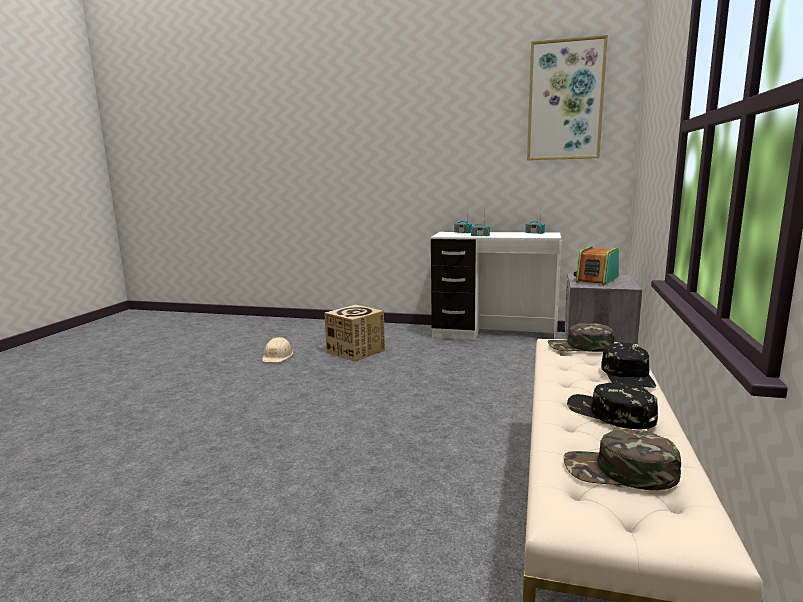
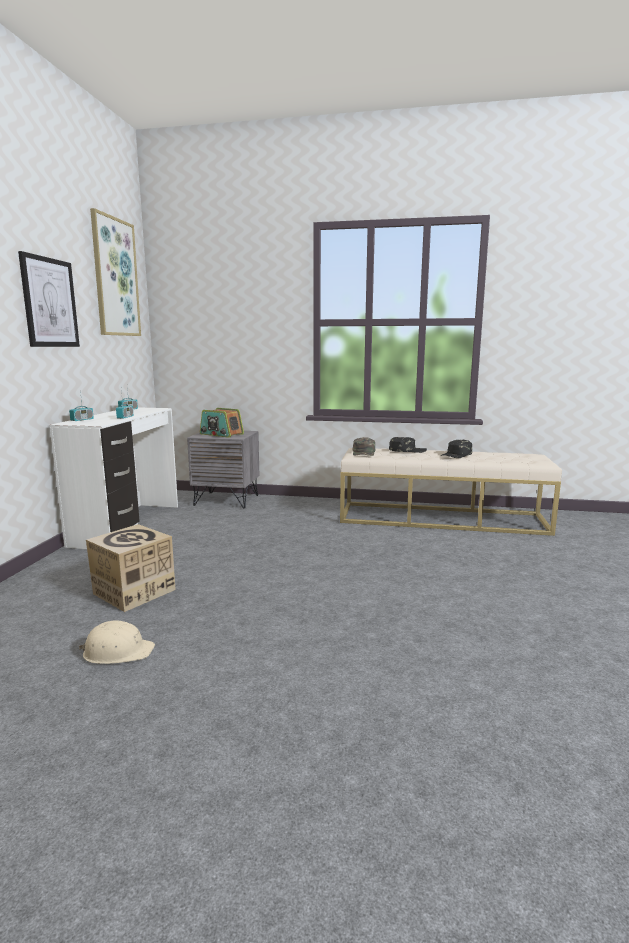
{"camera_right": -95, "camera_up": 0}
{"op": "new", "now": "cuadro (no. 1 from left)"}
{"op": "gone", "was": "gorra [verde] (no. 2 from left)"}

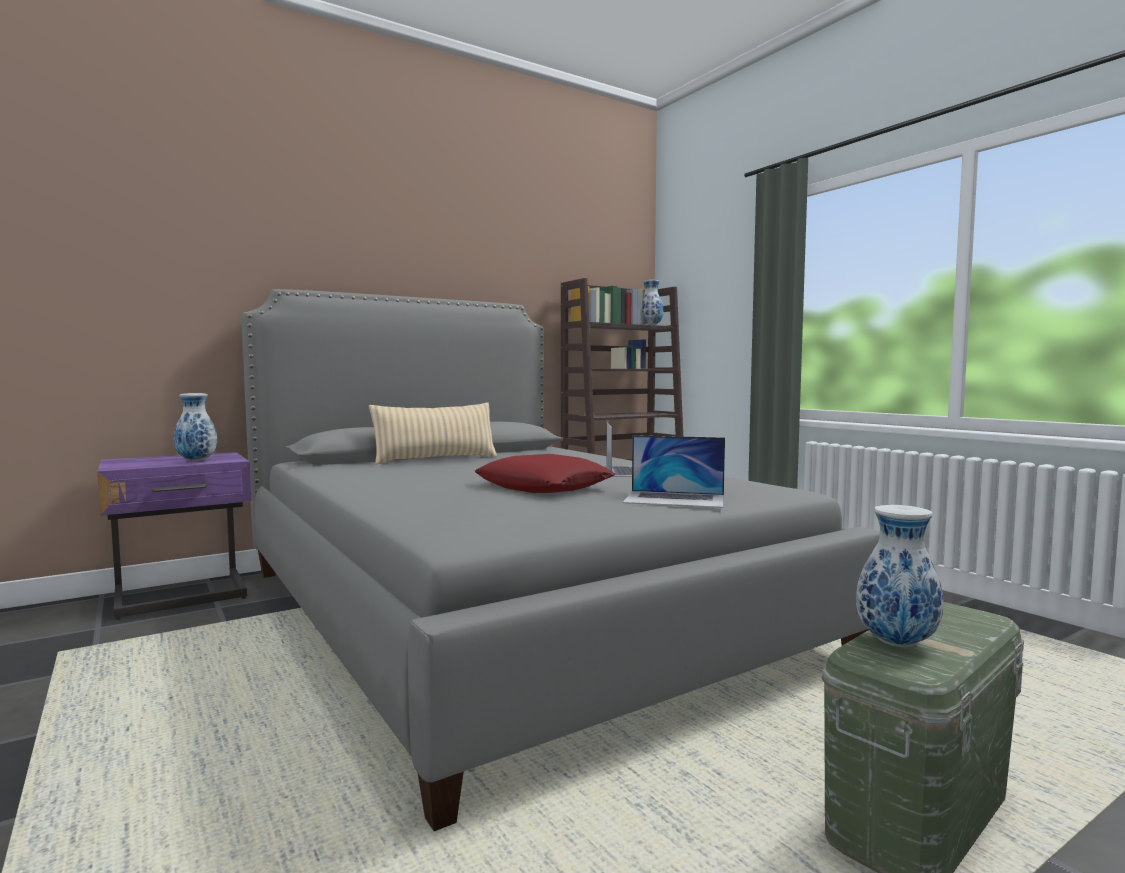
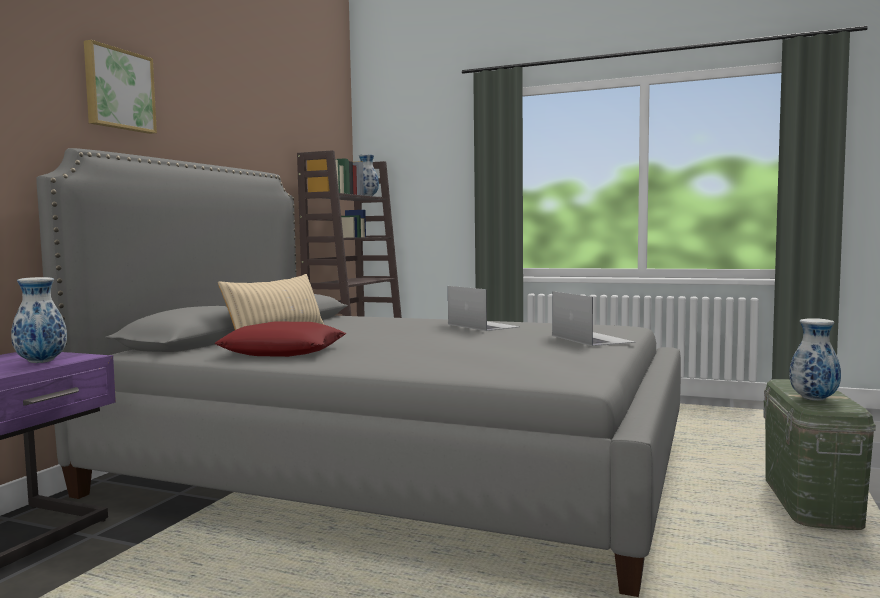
{"camera_right": -35, "camera_up": 0}
{"op": "new", "now": "cuadro"}
{"op": "shifted", "was": "cojín [rojo]"}
{"op": "rotated", "was": "portátil (no. 2 from left)", "clockwise": -90}

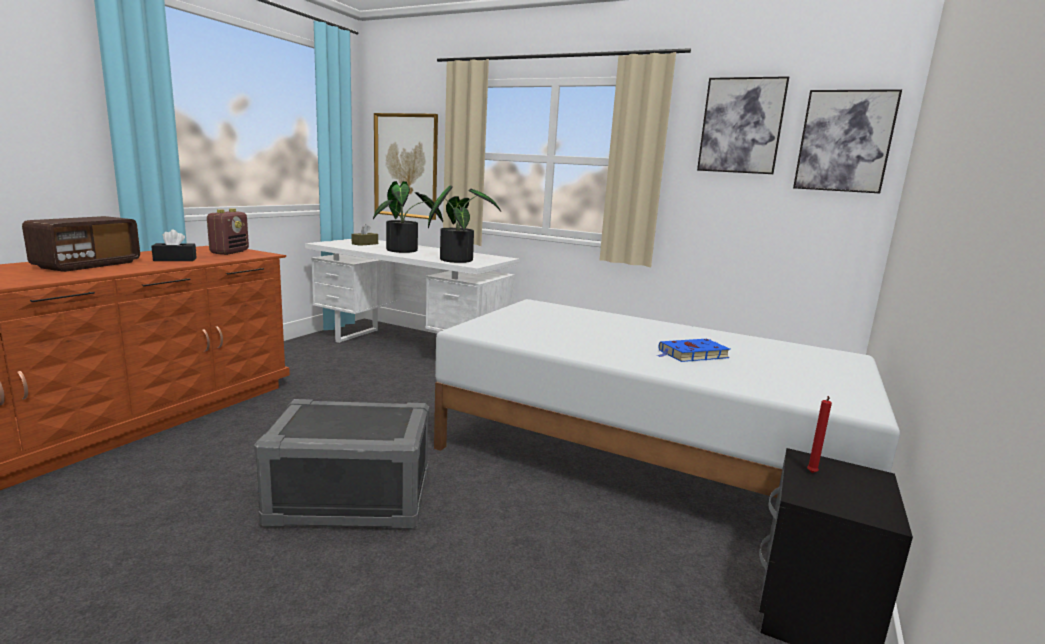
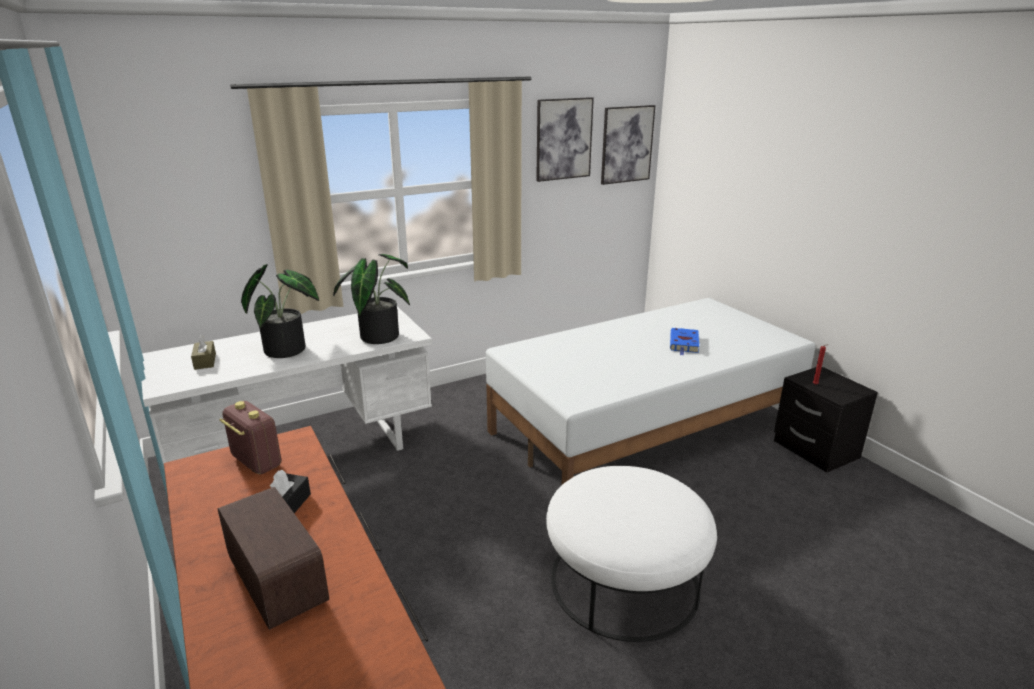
{"camera_right": -55, "camera_up": 10}
{"op": "swapped", "was": "caja de almacenaje [gris]", "now": "puf [blanco]"}
{"op": "gone", "was": "cuadro (no. 1 from left)"}

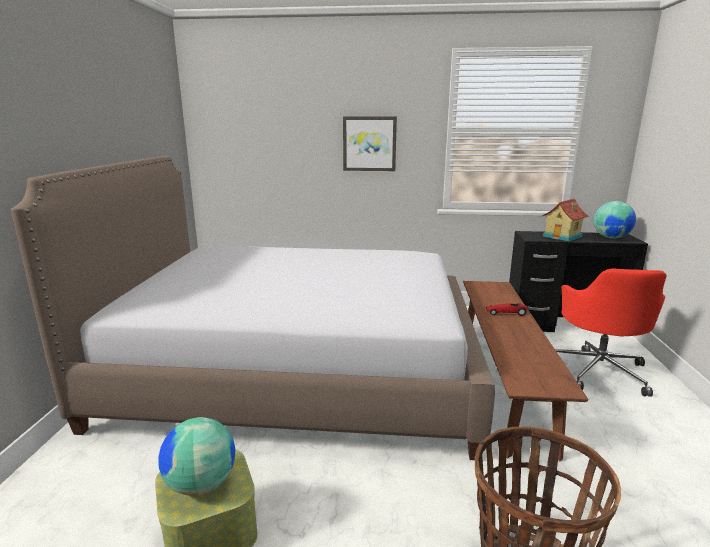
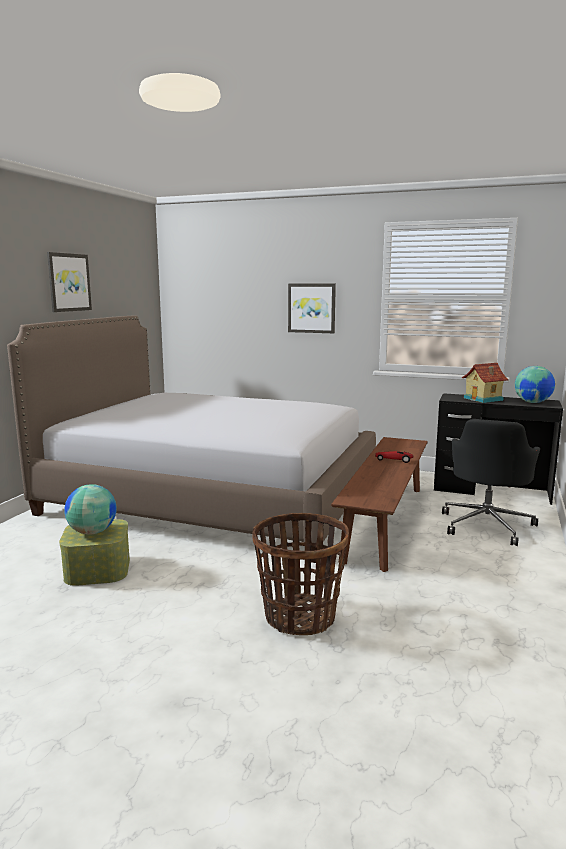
{"camera_right": 15, "camera_up": -5}
{"op": "new", "now": "cuadro (no. 1 from left)"}
{"op": "repainted", "was": "silla de oficina [rojo]", "now": "silla de oficina [negro]"}

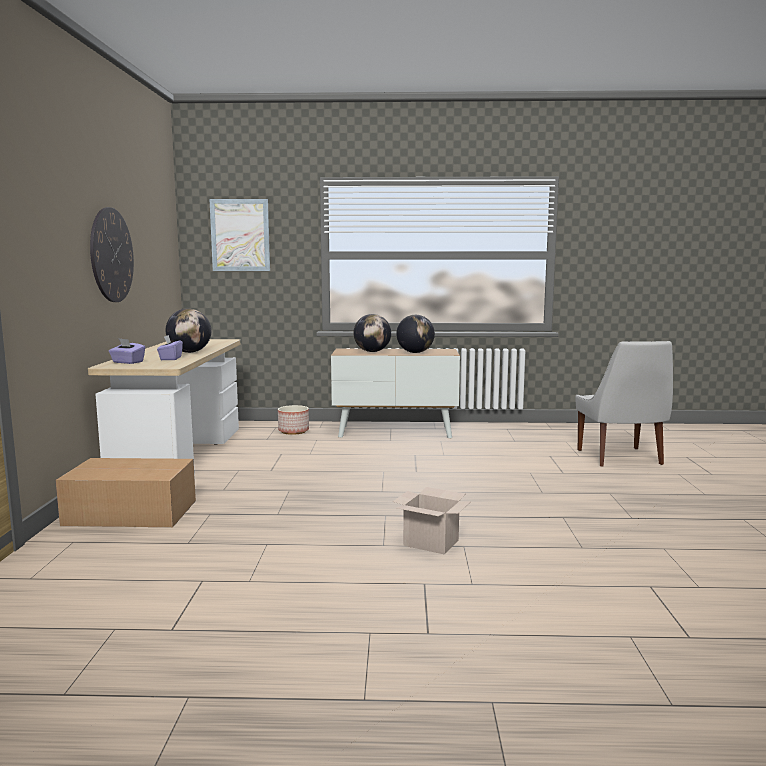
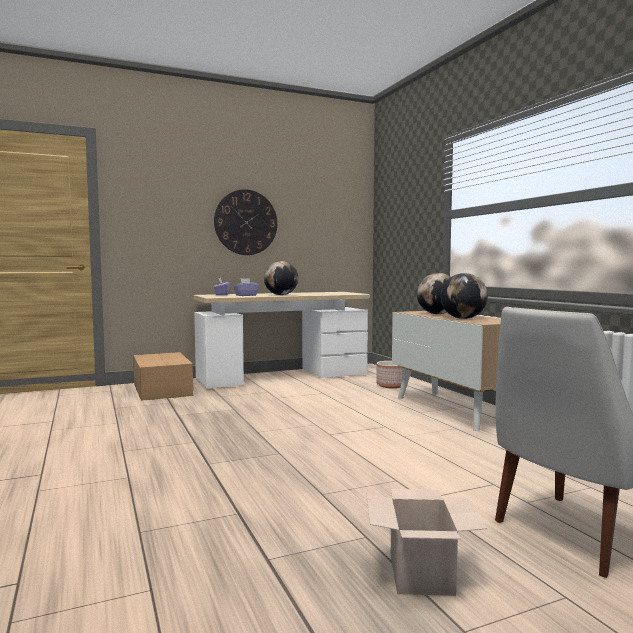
{"camera_right": 65, "camera_up": -5}
{"op": "shifted", "was": "caja de cartón (no. 2 from left)"}
{"op": "gone", "was": "cuadro"}

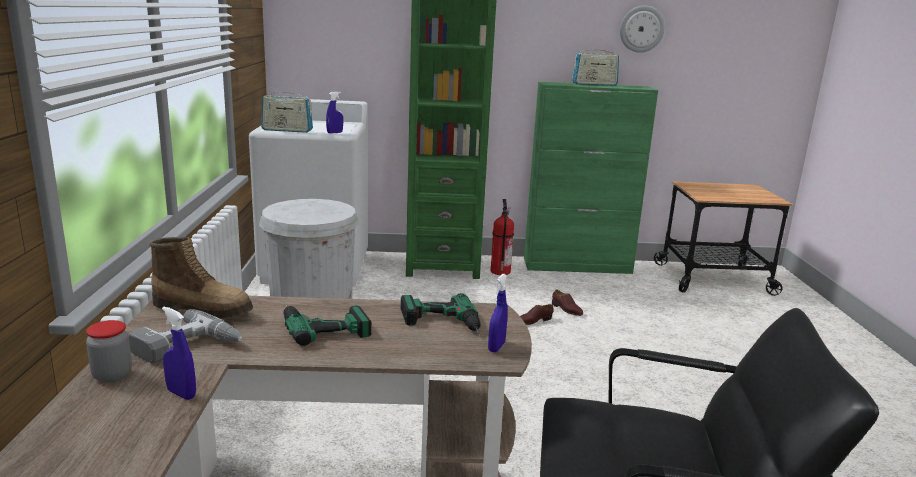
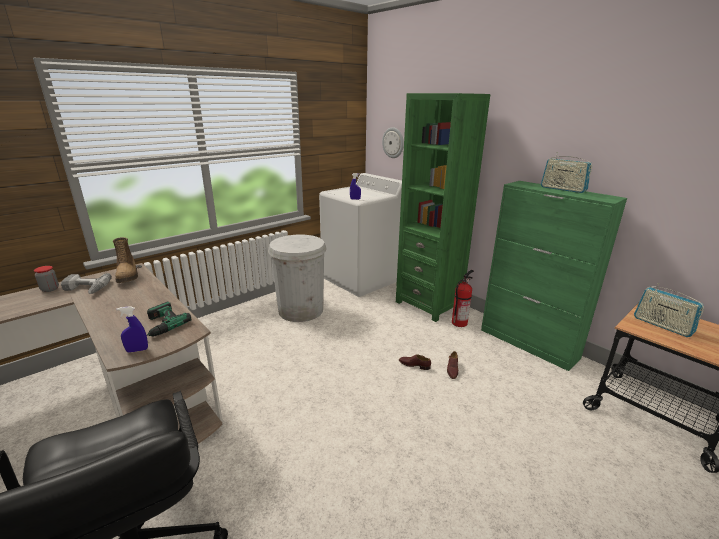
{"camera_right": 50, "camera_up": 5}
{"op": "shifted", "was": "reloj de pared"}
{"op": "shifted", "was": "radio (no. 1 from left in the first image)", "now": "radio (no. 2 from left)"}
{"op": "gone", "was": "pulverizador [azul] (no. 1 from left)"}
{"op": "gone", "was": "taladro (no. 2 from left)"}

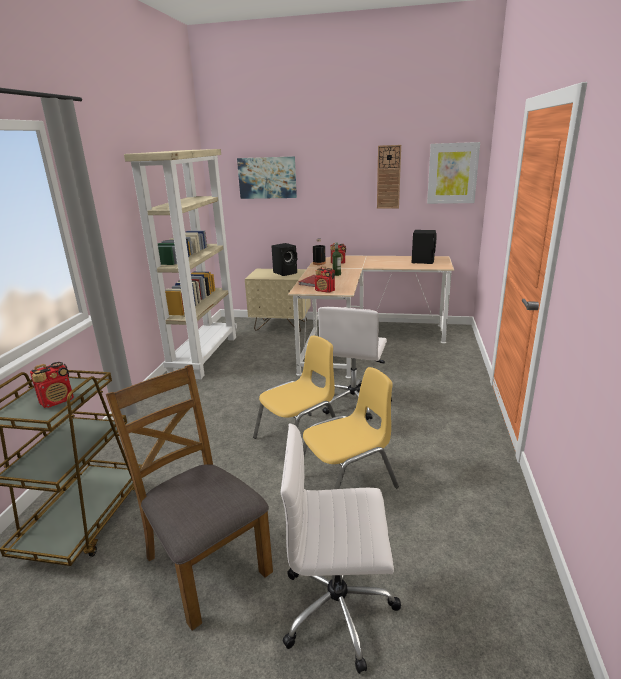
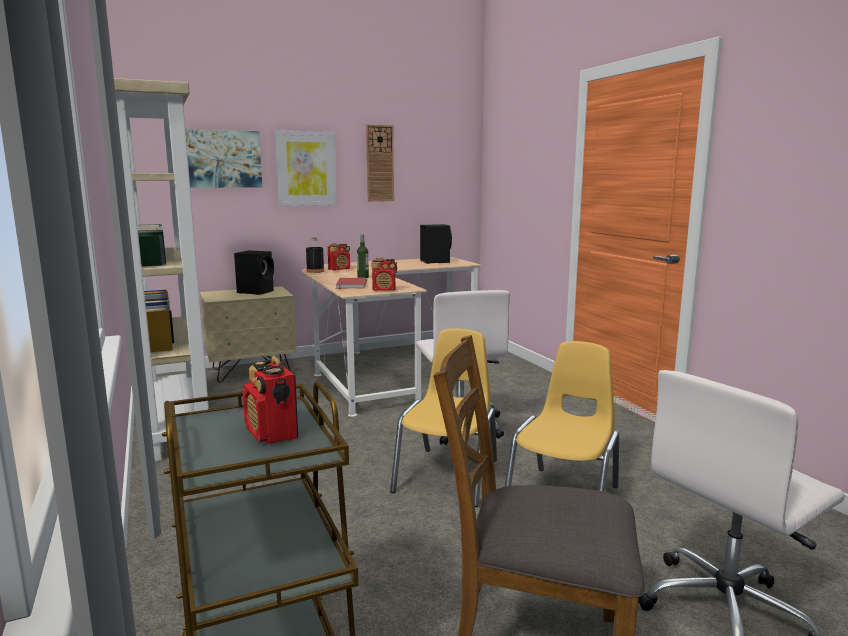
{"camera_right": -35, "camera_up": -10}
{"op": "rotated", "was": "radio (no. 1 from left)", "clockwise": 135}
{"op": "shifted", "was": "cuadro (no. 2 from left)"}

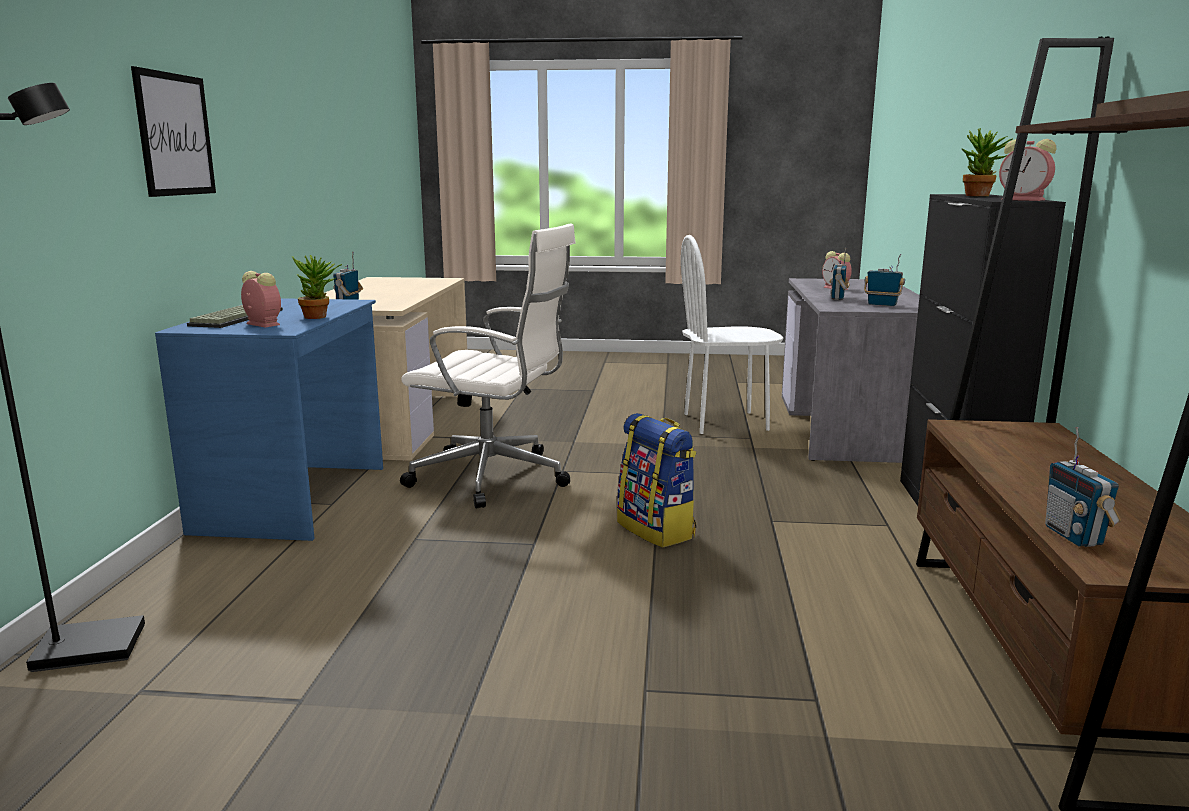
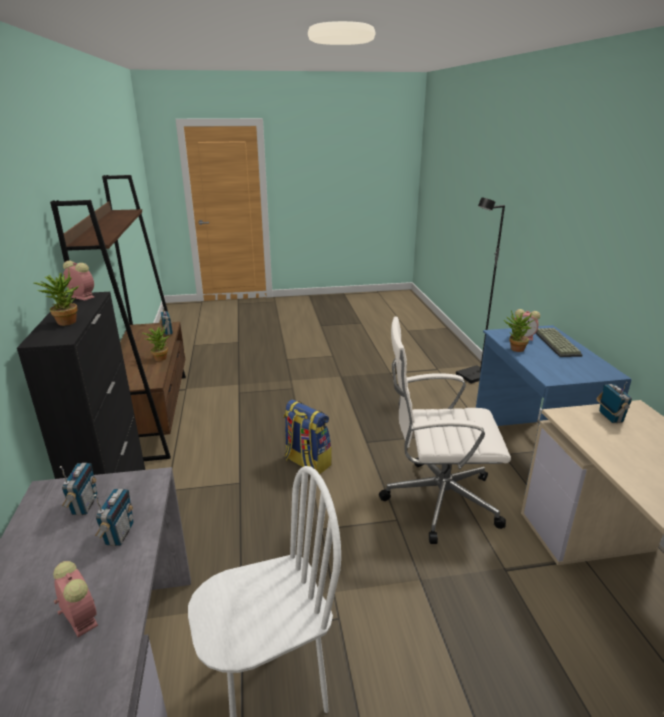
{"camera_right": 165, "camera_up": 10}
{"op": "rotated", "was": "radio (no. 3 from left in the first image)", "clockwise": -105}
{"op": "new", "now": "planta en maceta (no. 2 from left)"}
{"op": "gone", "was": "cuadro"}

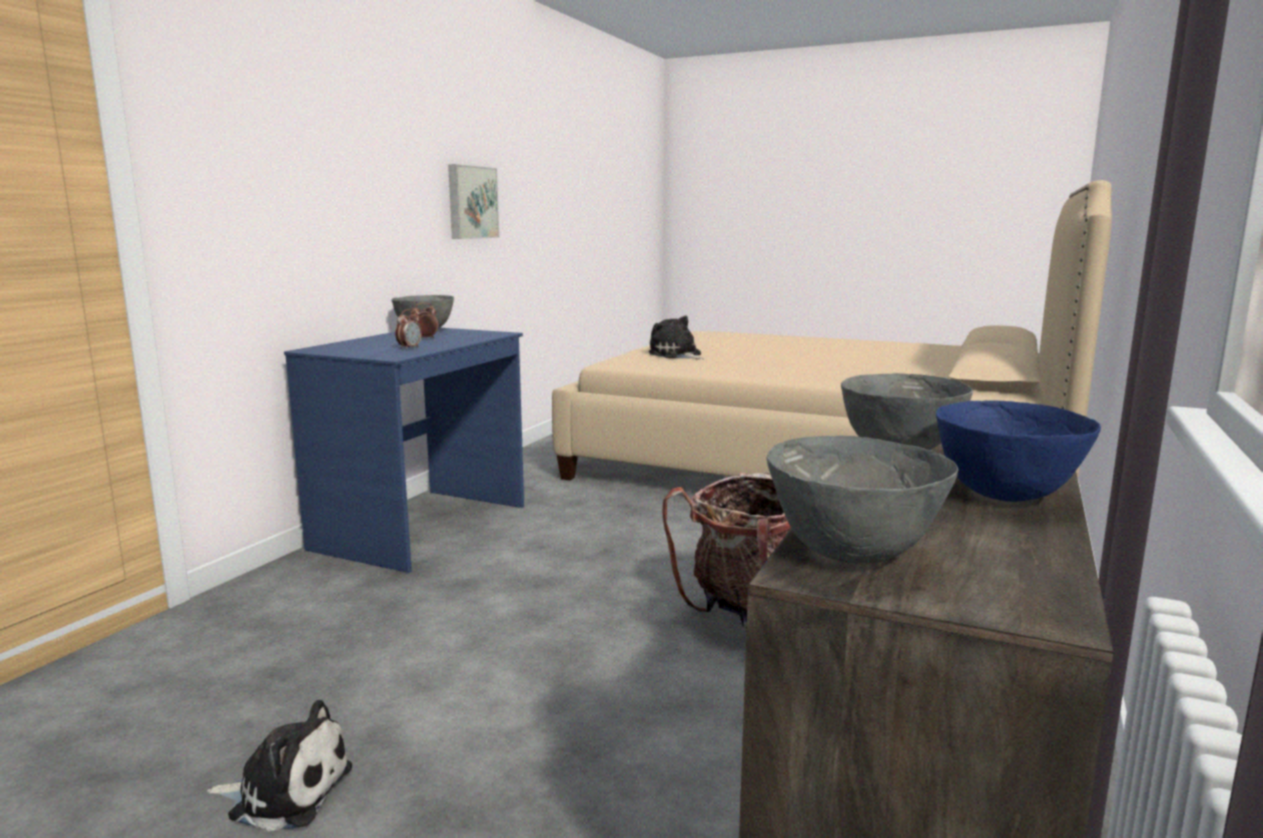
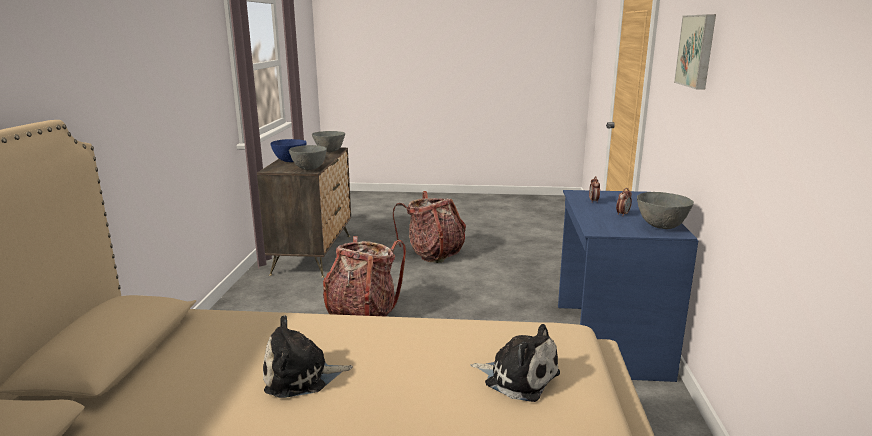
{"camera_right": 160, "camera_up": 5}
{"op": "shifted", "was": "peluche (no. 1 from left)"}
{"op": "new", "now": "mochila (no. 2 from left)"}
{"op": "shifted", "was": "cuadro"}

